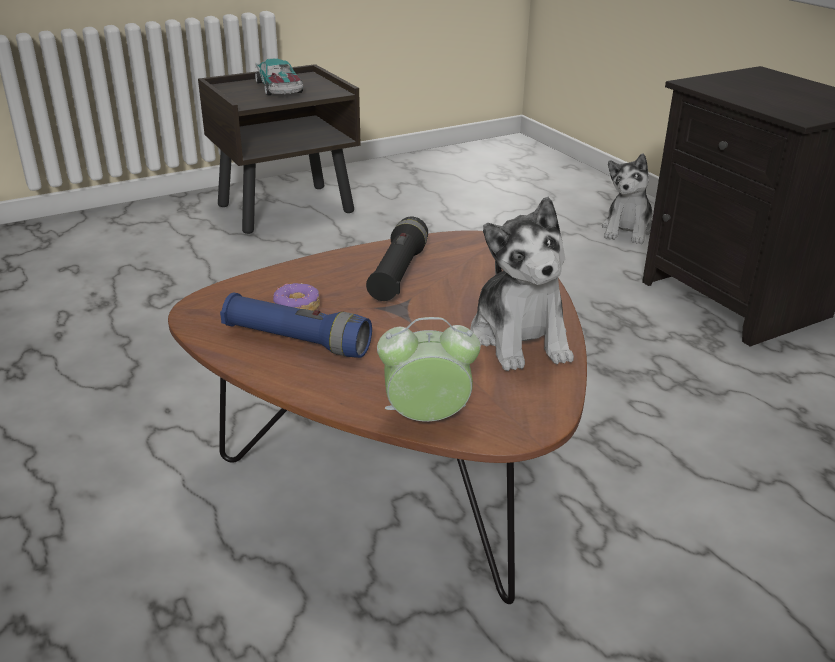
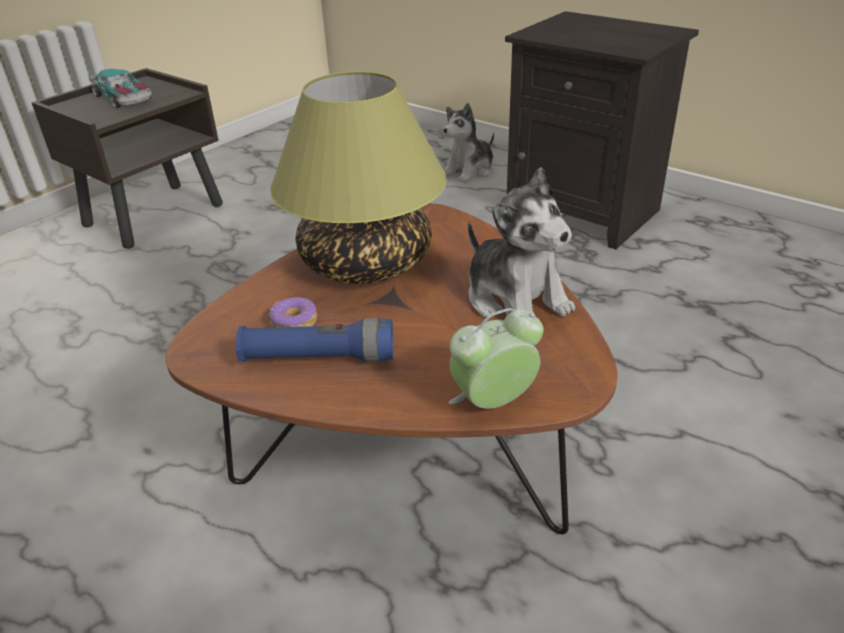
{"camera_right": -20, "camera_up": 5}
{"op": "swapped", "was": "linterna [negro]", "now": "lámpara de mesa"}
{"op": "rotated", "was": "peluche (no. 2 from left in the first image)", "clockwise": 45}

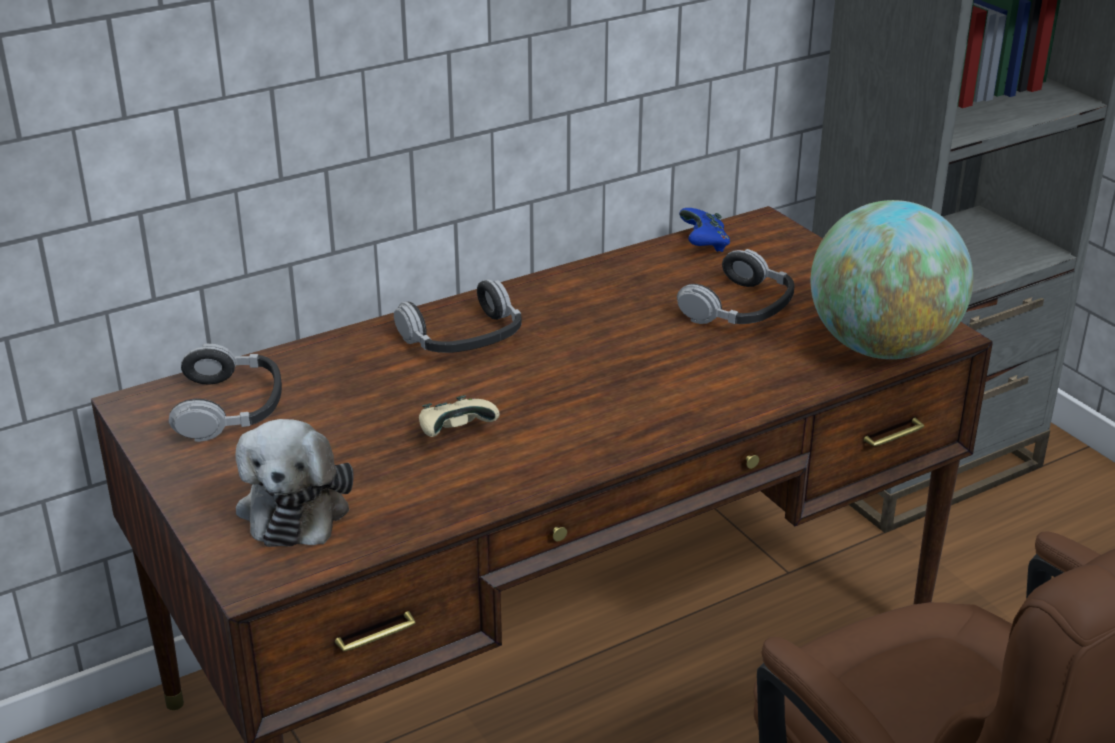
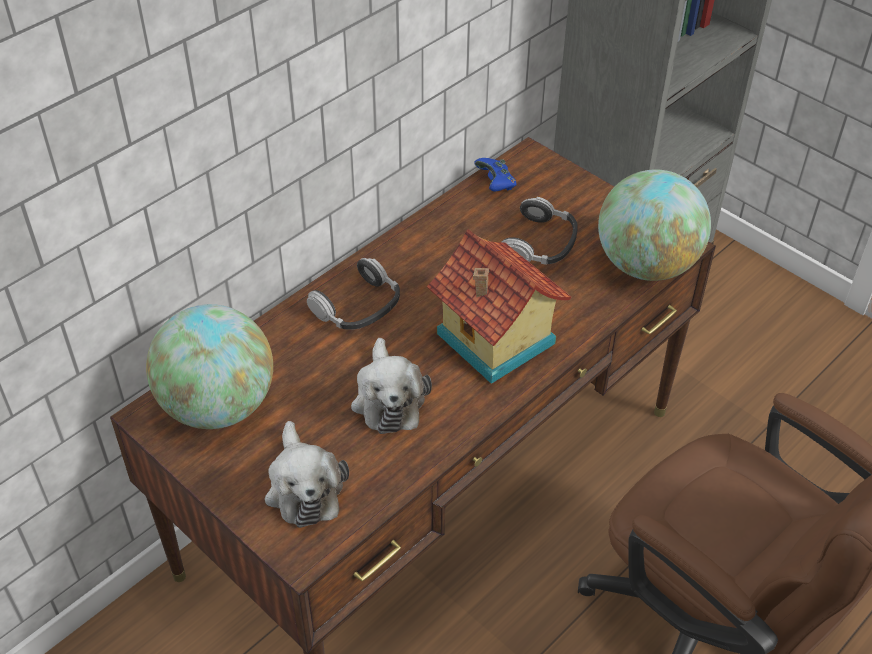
{"camera_right": -15, "camera_up": 15}
{"op": "swapped", "was": "auriculares (no. 1 from left)", "now": "globo terráqueo (no. 1 from left)"}
{"op": "swapped", "was": "mando de consola [beis]", "now": "peluche (no. 2 from left)"}
{"op": "new", "now": "casita"}

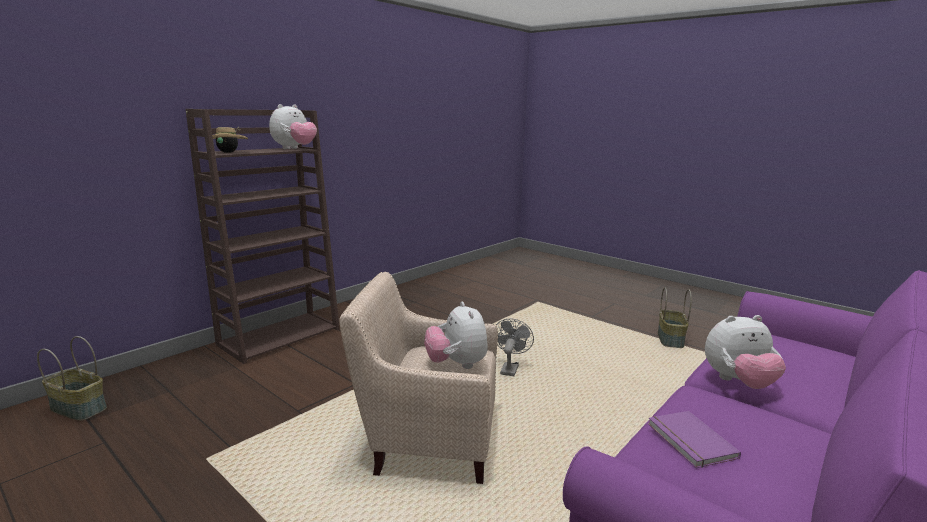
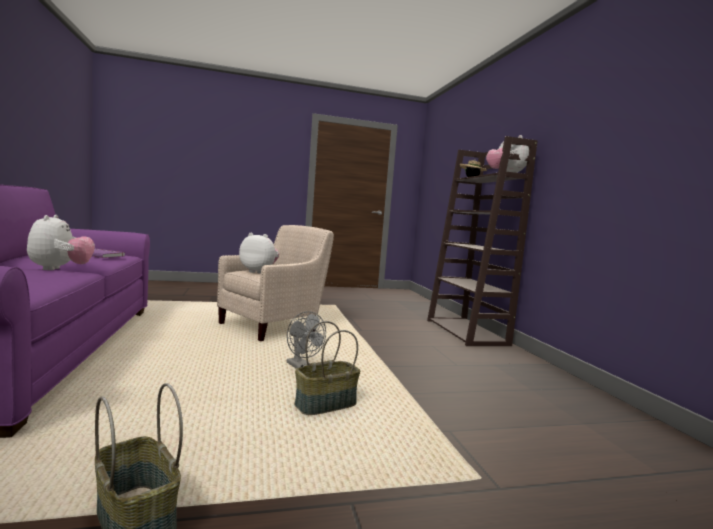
{"camera_right": 125, "camera_up": -10}
{"op": "rotated", "was": "peluche (no. 3 from left in the first image)", "clockwise": 135}
{"op": "shifted", "was": "cesta (no. 1 from left in the first image)", "now": "cesta (no. 2 from left)"}

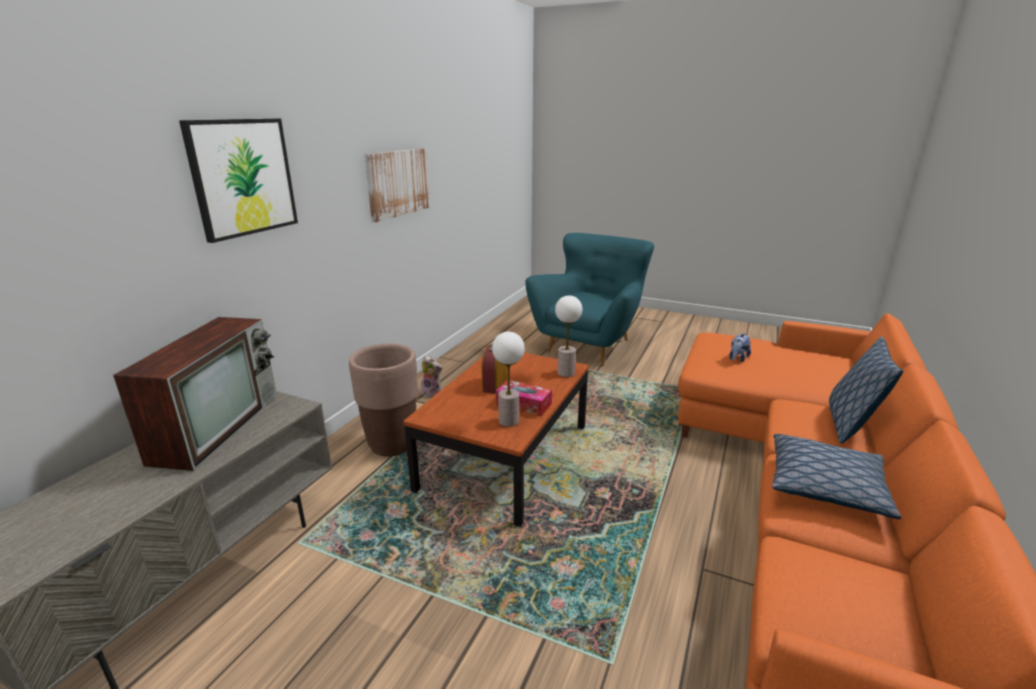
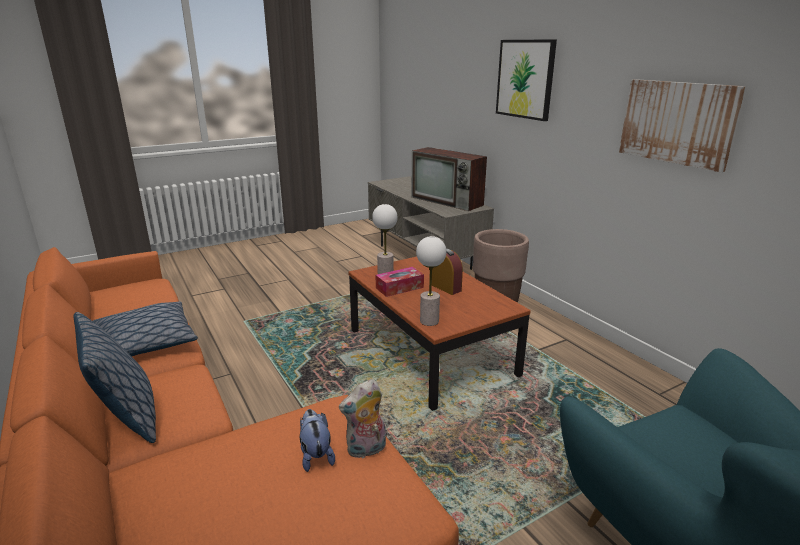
{"camera_right": 125, "camera_up": 0}
{"op": "shifted", "was": "peluche (no. 1 from left in the first image)", "now": "peluche (no. 2 from left)"}

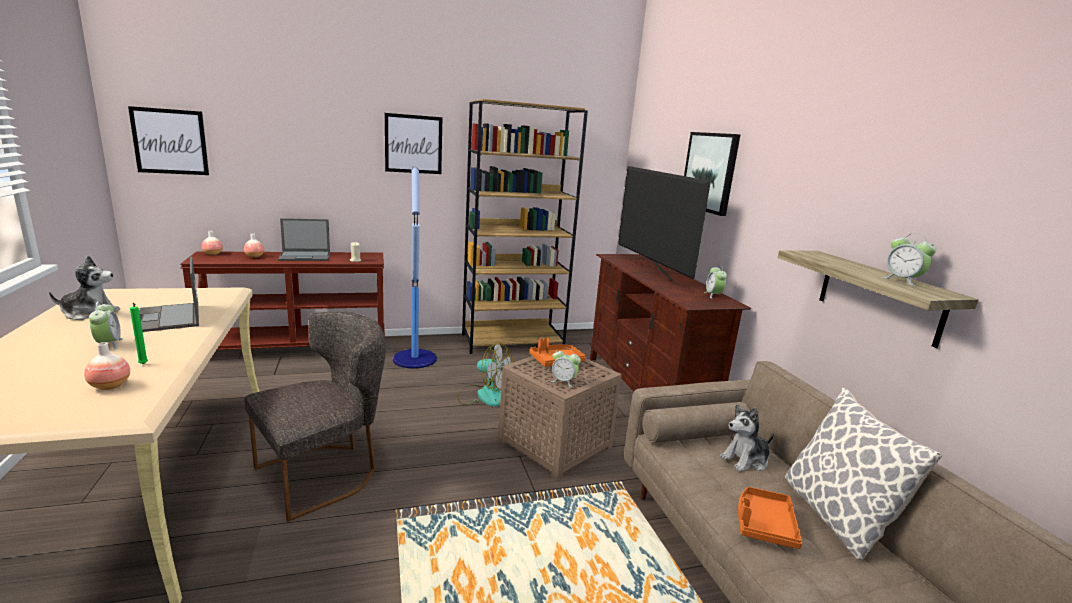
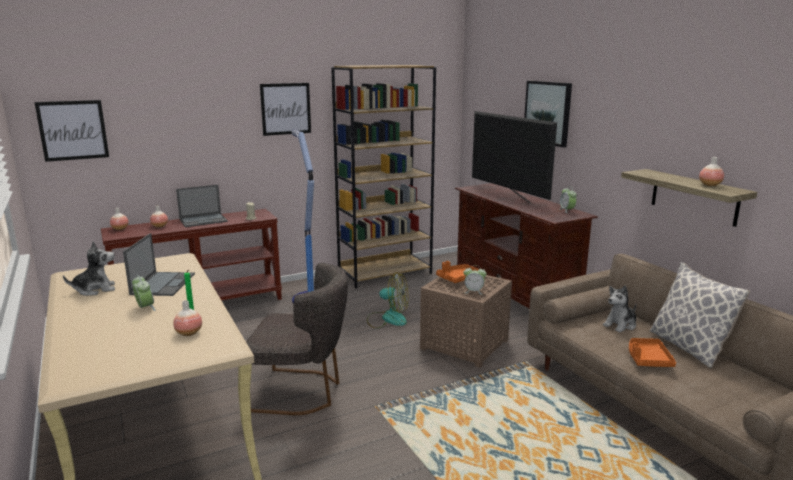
{"camera_right": -10, "camera_up": 0}
{"op": "rotated", "was": "portátil (no. 1 from left)", "clockwise": -135}
{"op": "rotated", "was": "silla [gris]", "clockwise": 60}
{"op": "swapped", "was": "despertador (no. 4 from left)", "now": "florero (no. 4 from left)"}

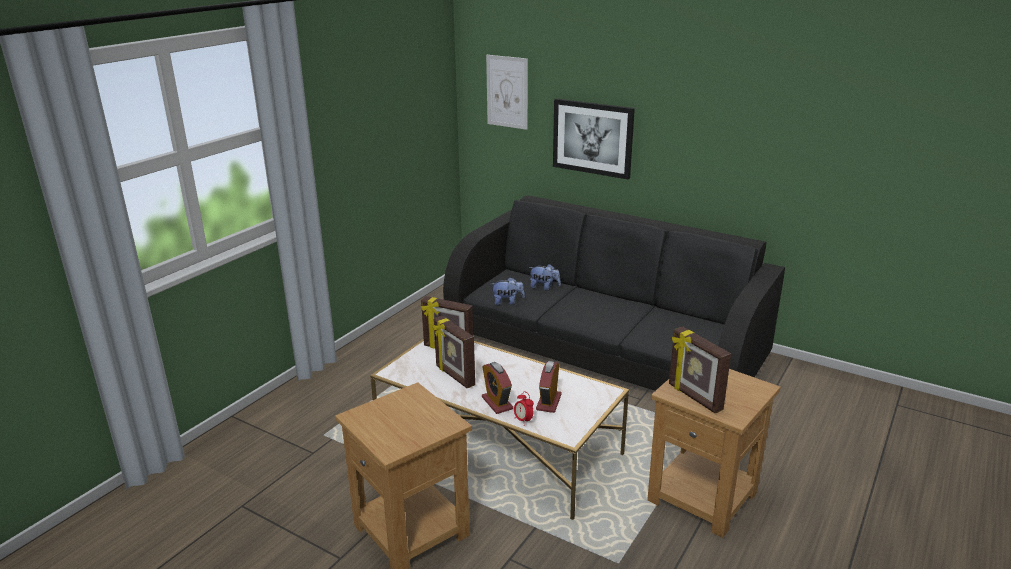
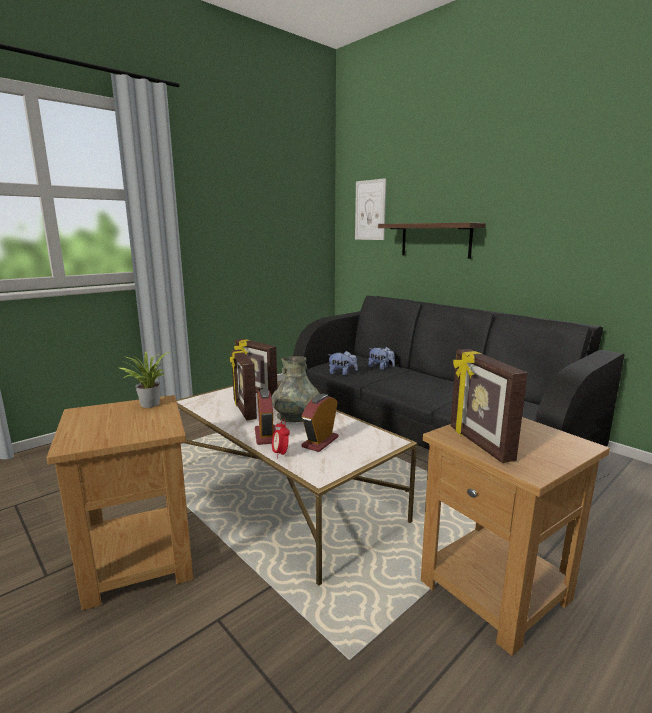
{"camera_right": 15, "camera_up": -10}
{"op": "new", "now": "planta en maceta"}
{"op": "new", "now": "florero [gris]"}
{"op": "swapped", "was": "cuadro (no. 2 from left)", "now": "estante"}

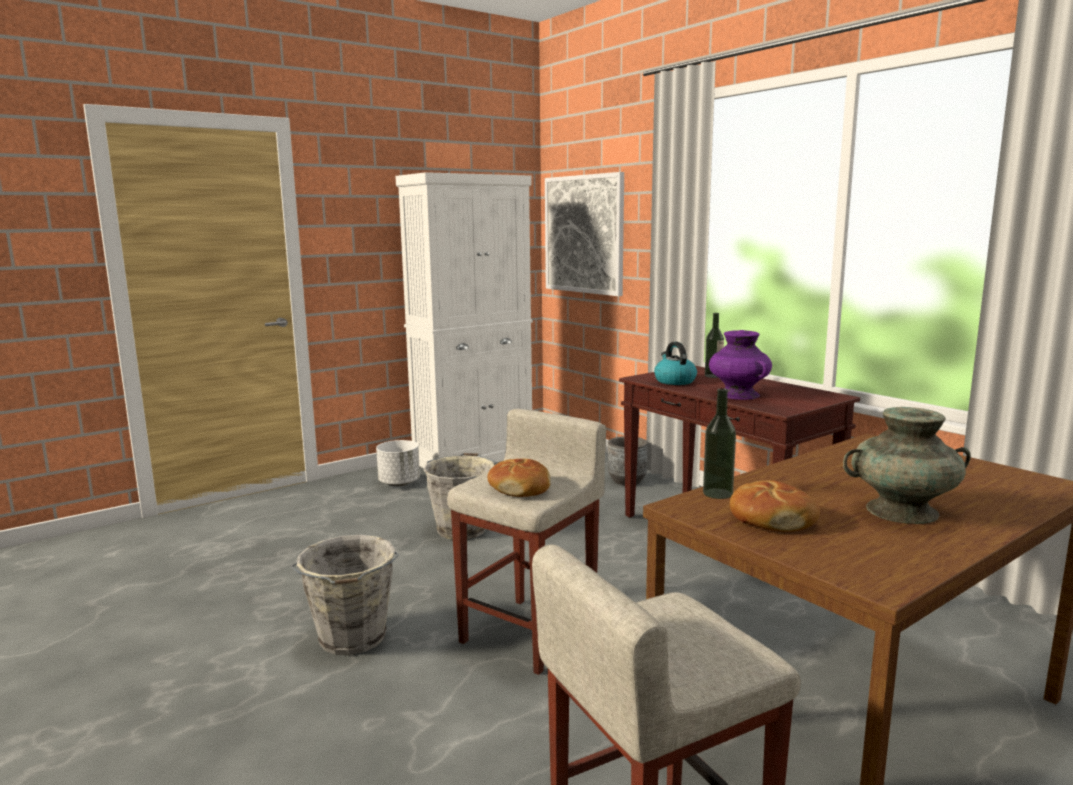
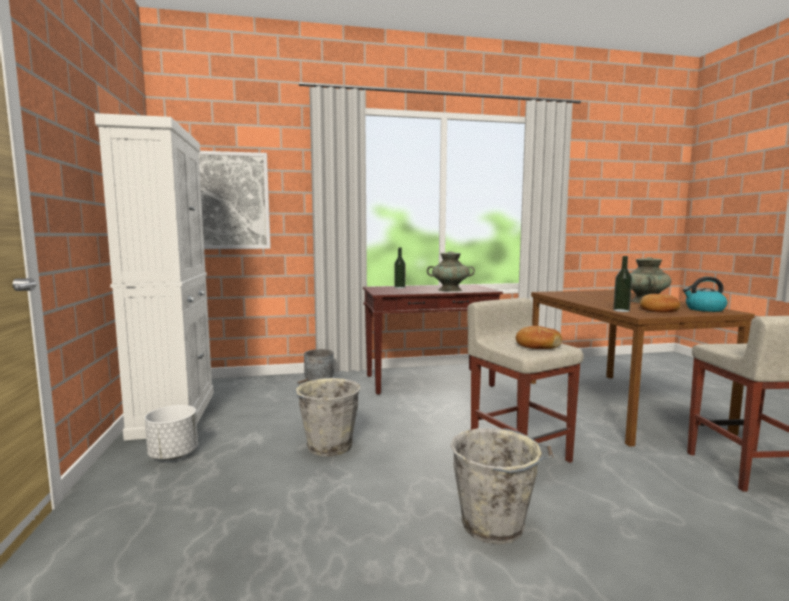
{"camera_right": -65, "camera_up": -5}
{"op": "repainted", "was": "florero [morado]", "now": "florero [turquesa] (no. 1 from left)"}
{"op": "shifted", "was": "hervidor"}

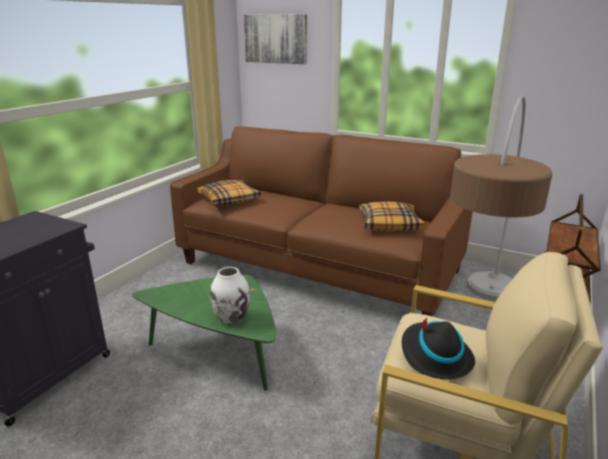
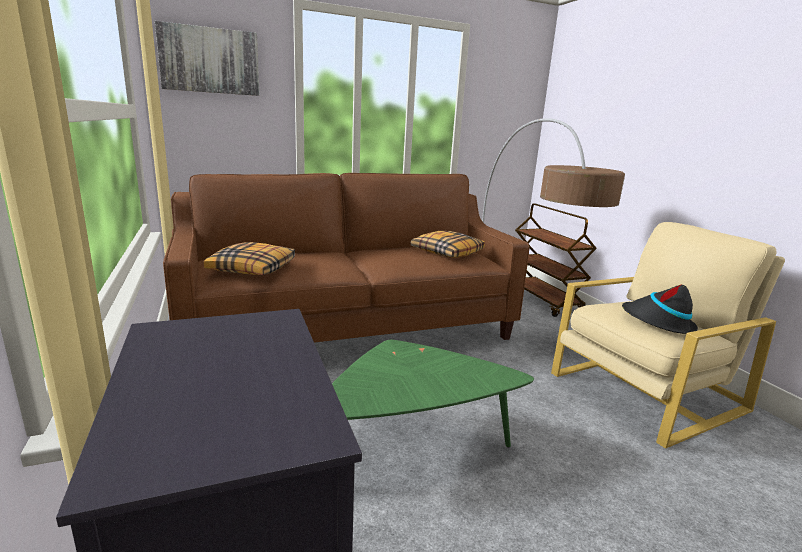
{"camera_right": -50, "camera_up": -5}
{"op": "gone", "was": "florero [blanco]"}

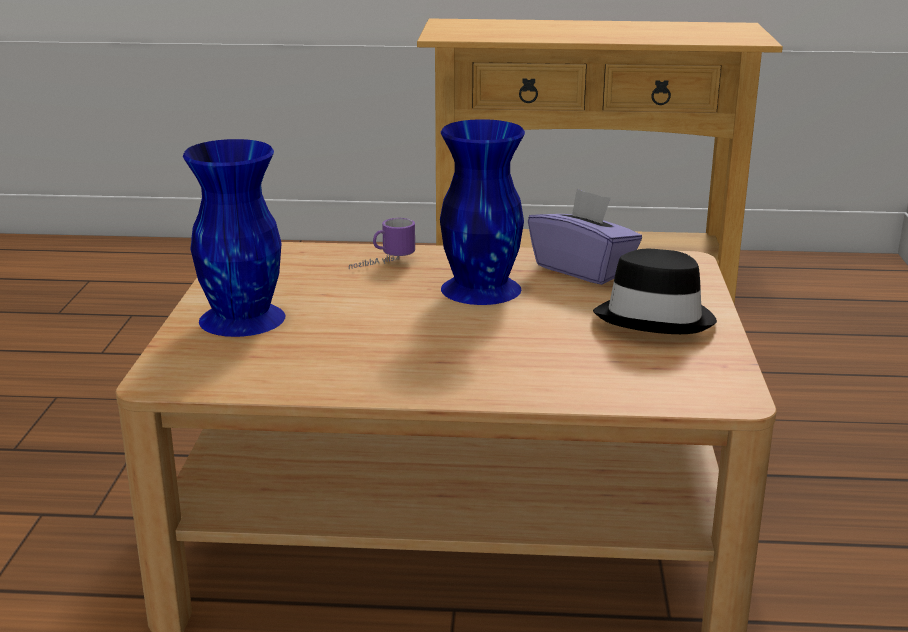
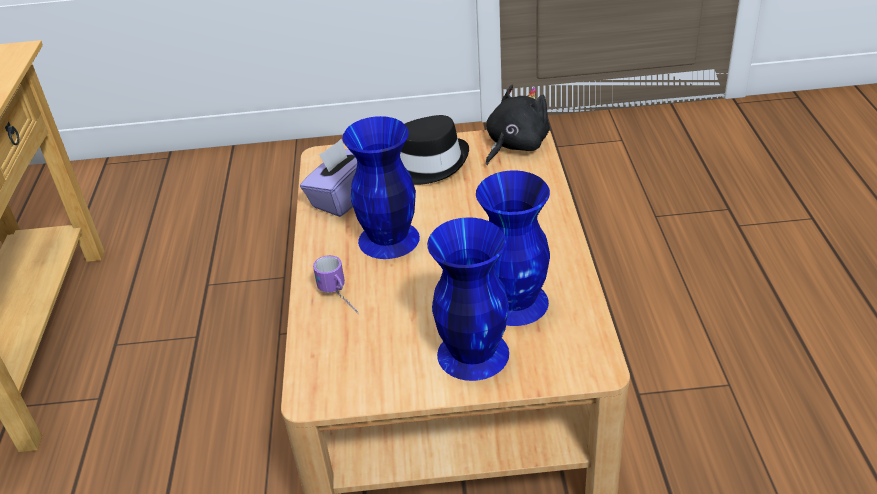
{"camera_right": -95, "camera_up": 15}
{"op": "new", "now": "florero [azul] (no. 3 from left)"}
{"op": "new", "now": "peluche [negro]"}

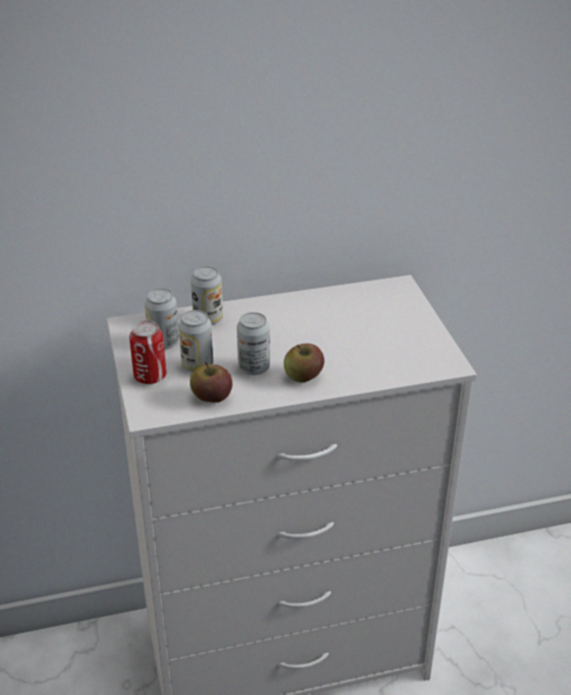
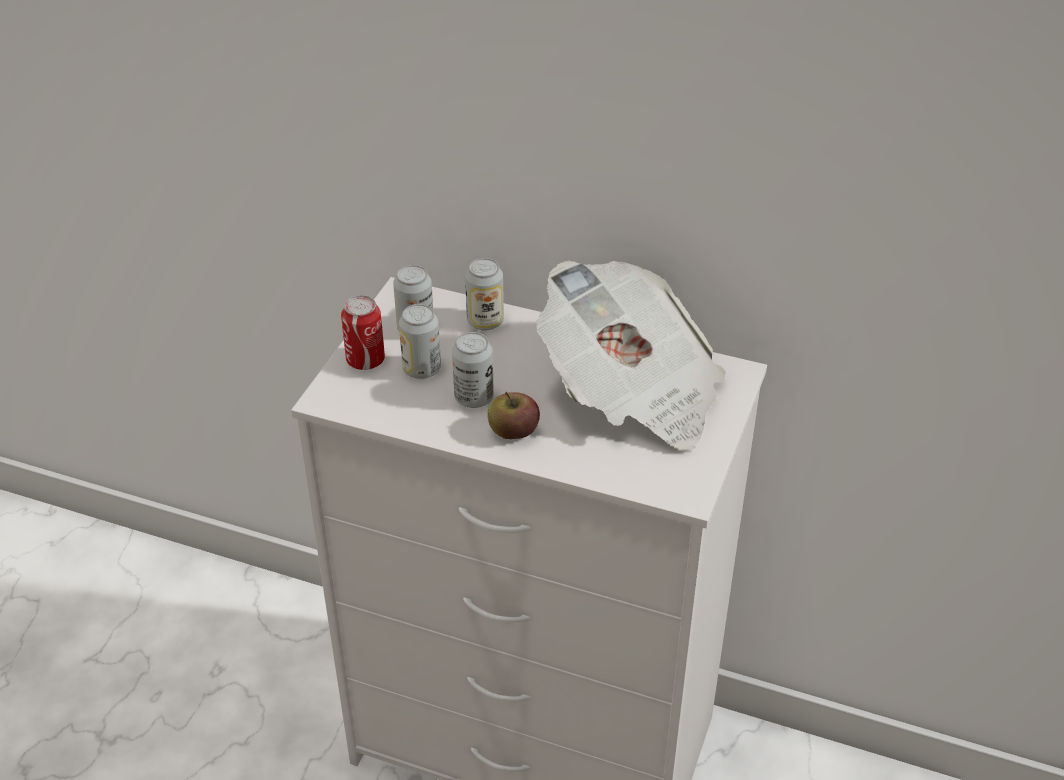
{"camera_right": 35, "camera_up": 5}
{"op": "new", "now": "periódico"}
{"op": "gone", "was": "manzana (no. 1 from left)"}

